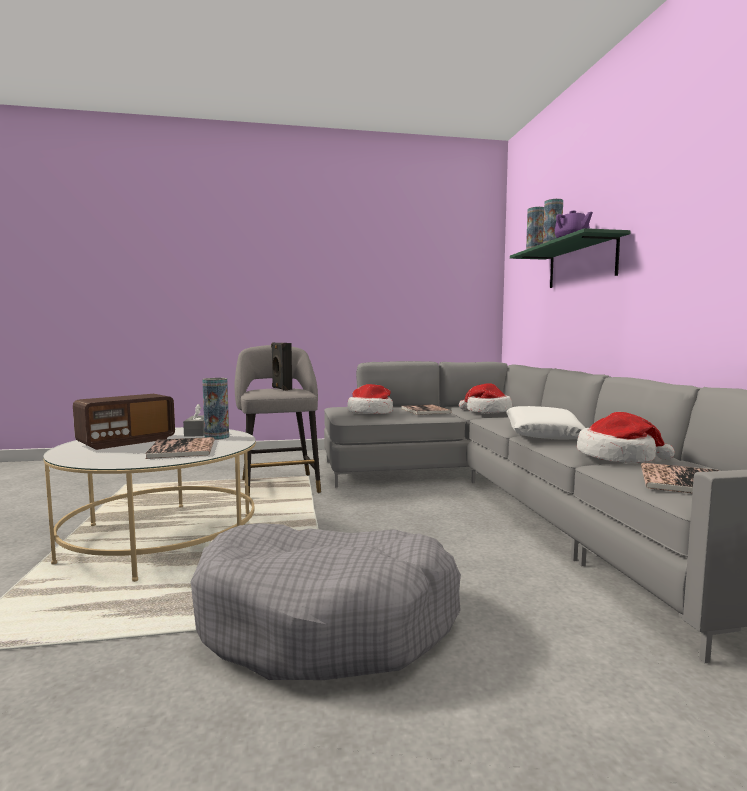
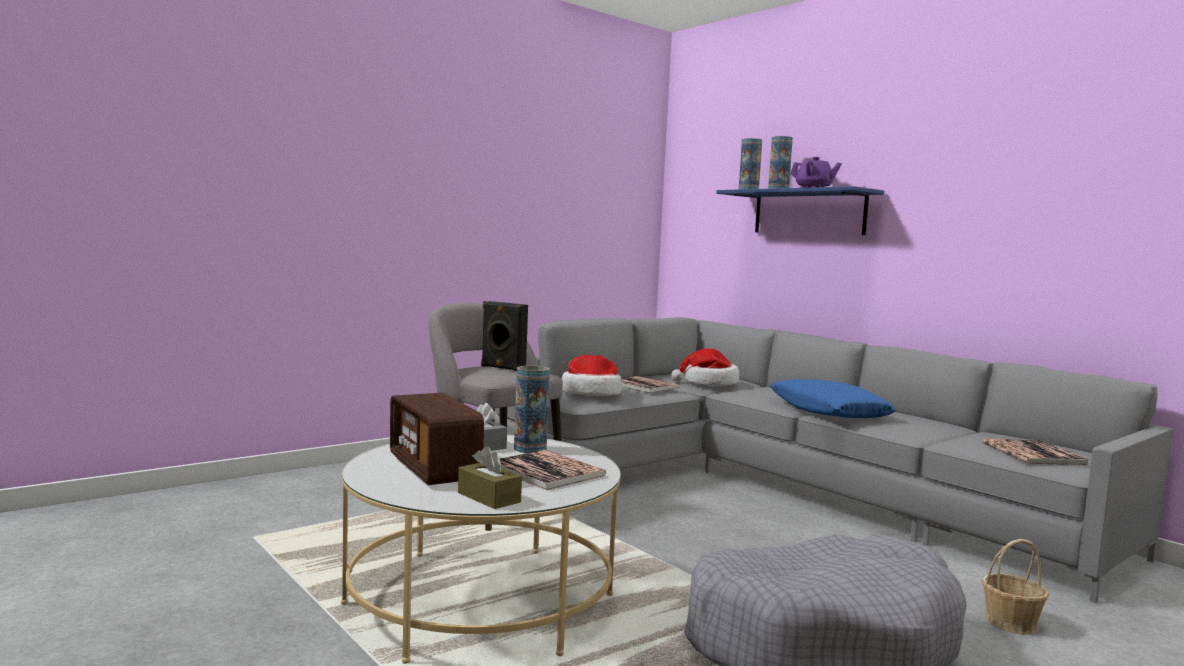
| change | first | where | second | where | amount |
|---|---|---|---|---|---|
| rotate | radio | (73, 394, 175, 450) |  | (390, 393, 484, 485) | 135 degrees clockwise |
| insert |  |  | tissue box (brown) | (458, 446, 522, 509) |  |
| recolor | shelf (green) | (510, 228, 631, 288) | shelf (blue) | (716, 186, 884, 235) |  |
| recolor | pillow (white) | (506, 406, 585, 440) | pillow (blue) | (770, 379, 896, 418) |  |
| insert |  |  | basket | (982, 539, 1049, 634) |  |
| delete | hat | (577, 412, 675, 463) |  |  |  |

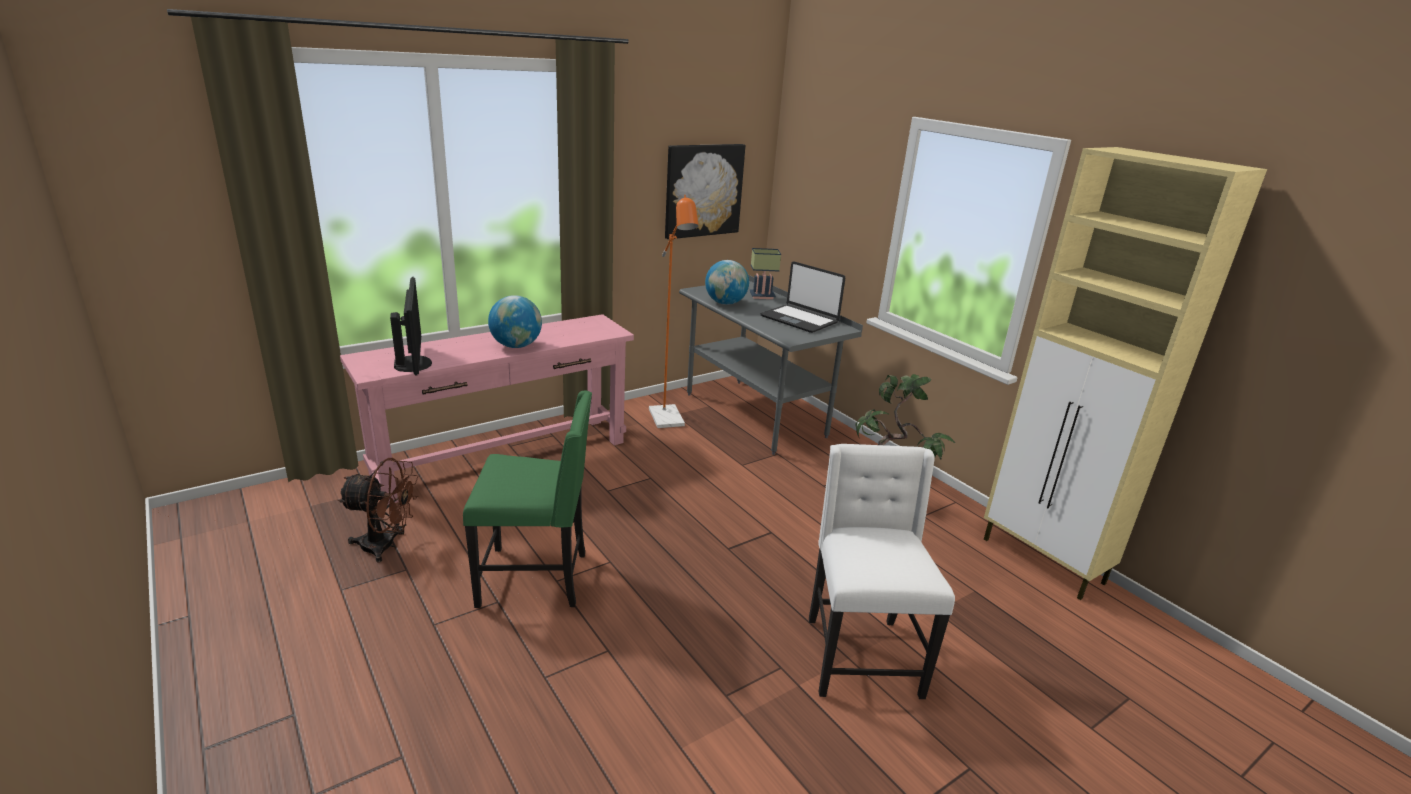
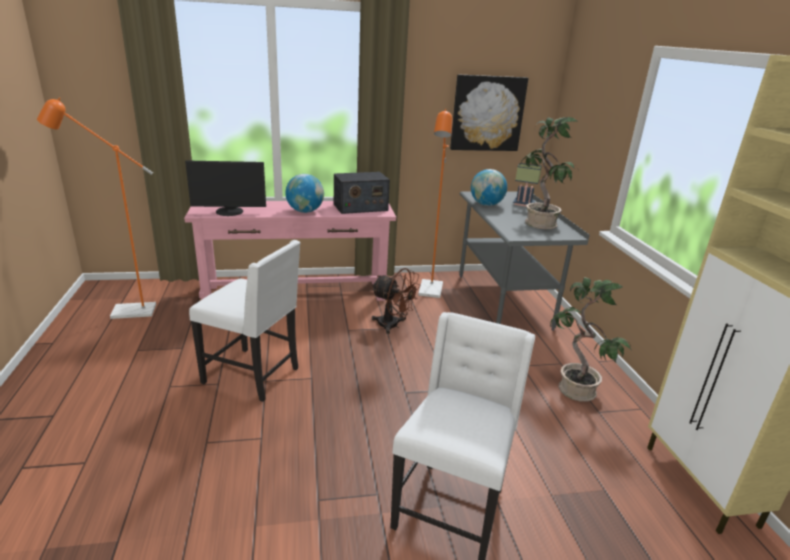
| change | first | where | second | where | amount |
|---|---|---|---|---|---|
| insert |  |  | floor lamp (orange) | (37, 98, 156, 319) |  |
| rotate | monitor | (390, 277, 432, 376) |  | (185, 160, 266, 216) | 75 degrees clockwise |
| recolor | chair (green) | (463, 391, 592, 608) | chair (white) | (189, 240, 301, 402) |  |
| insert |  |  | radio | (334, 172, 390, 214) |  |
| move | fan (brown) | (338, 458, 419, 563) |  | (372, 268, 420, 334) |  |
| replace | laptop | (761, 261, 845, 333) | potted plant | (520, 117, 579, 229) |  |

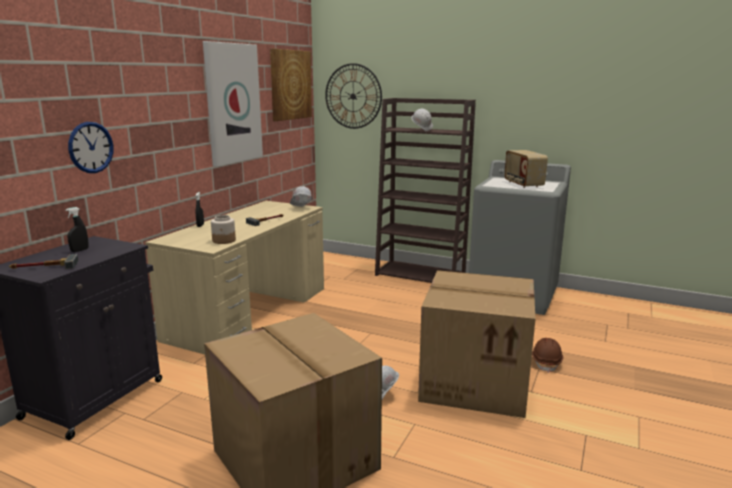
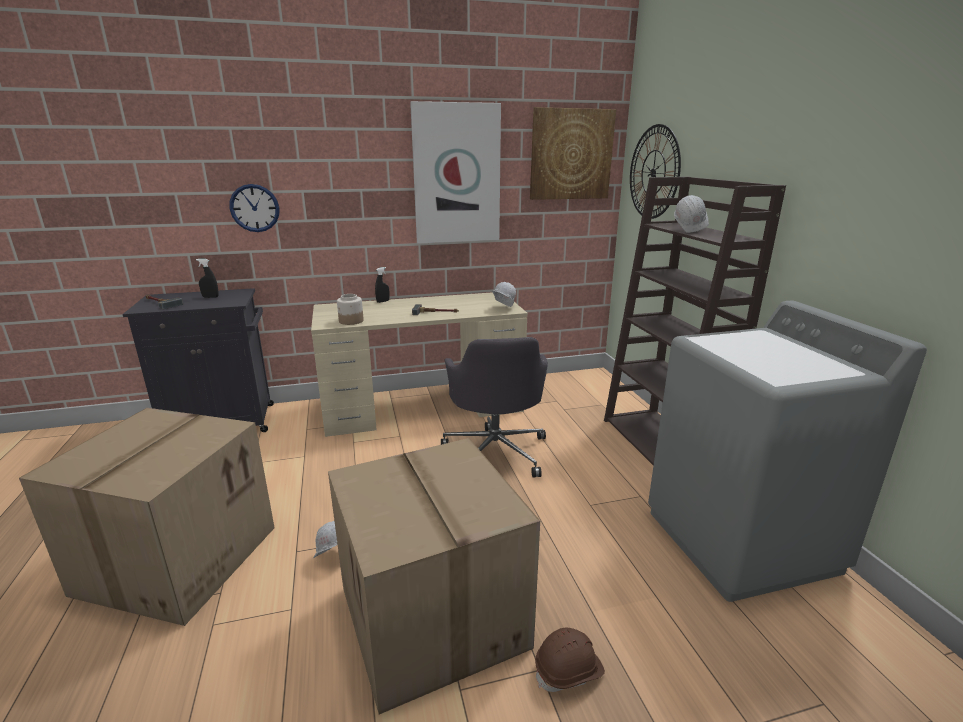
| change | first | where | second | where | amount |
|---|---|---|---|---|---|
| insert |  |  | office chair (grey) | (441, 337, 548, 478) |  |
| delete | radio | (505, 150, 548, 188) |  |  |  |

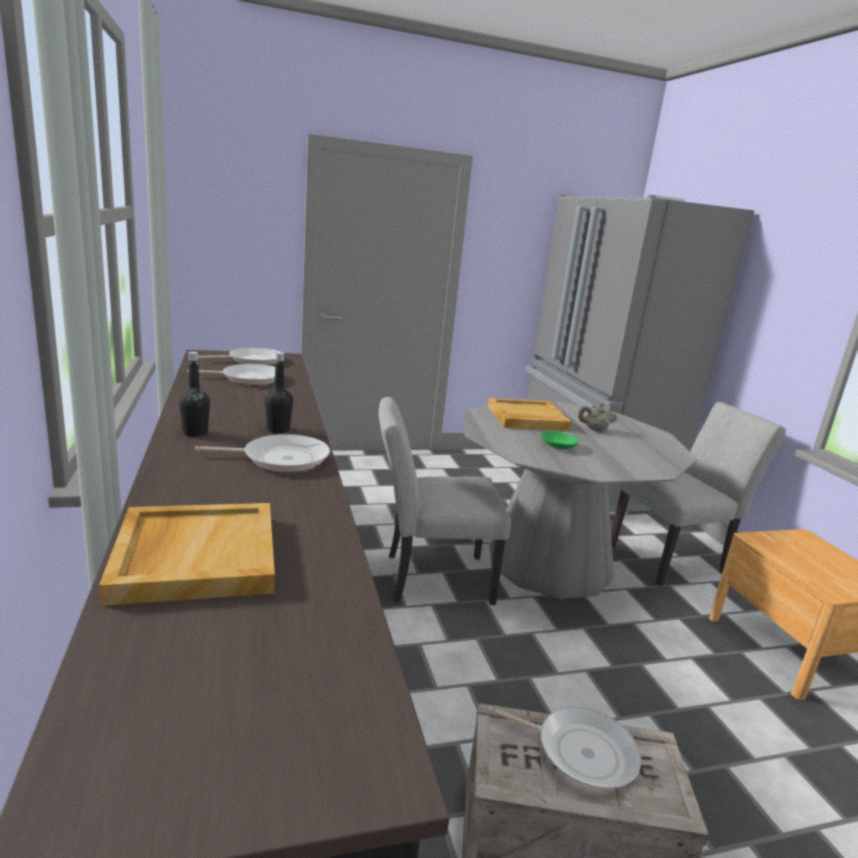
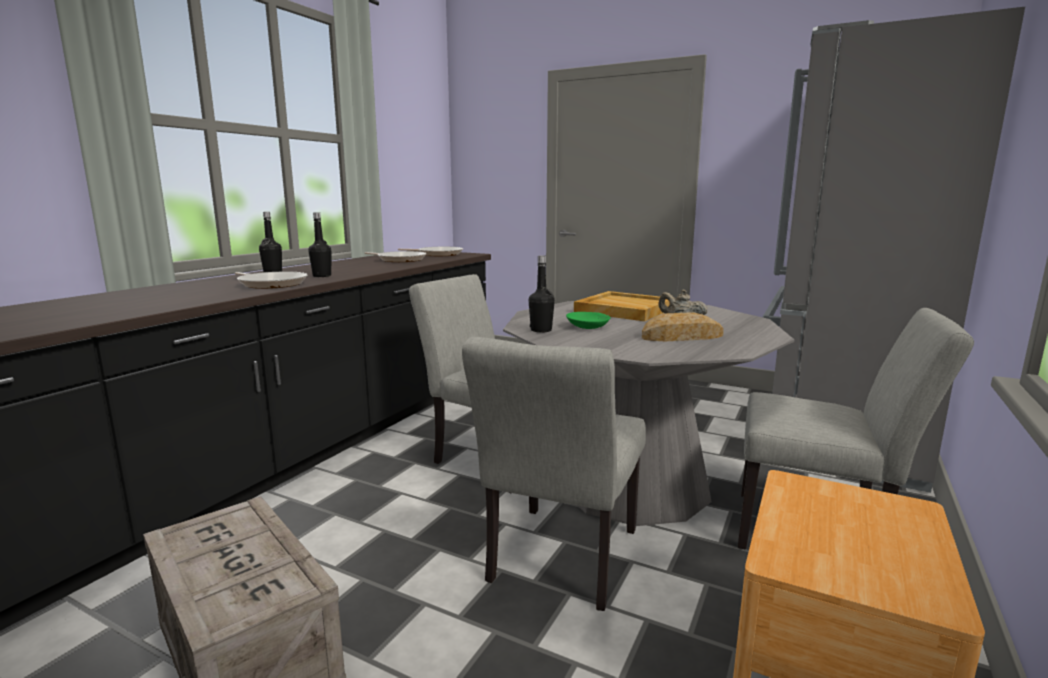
| change | first | where | second | where | amount |
|---|---|---|---|---|---|
| insert |  |  | chair (grey) | (462, 337, 646, 611) |  |
| insert |  |  | bottle (black) | (529, 255, 555, 333) |  |
| insert |  |  | bread | (642, 312, 724, 341) |  |
| delete | tray (beige) | (99, 503, 275, 606) |  |  |  |
| delete | frying pan | (489, 707, 641, 789) |  |  |  |

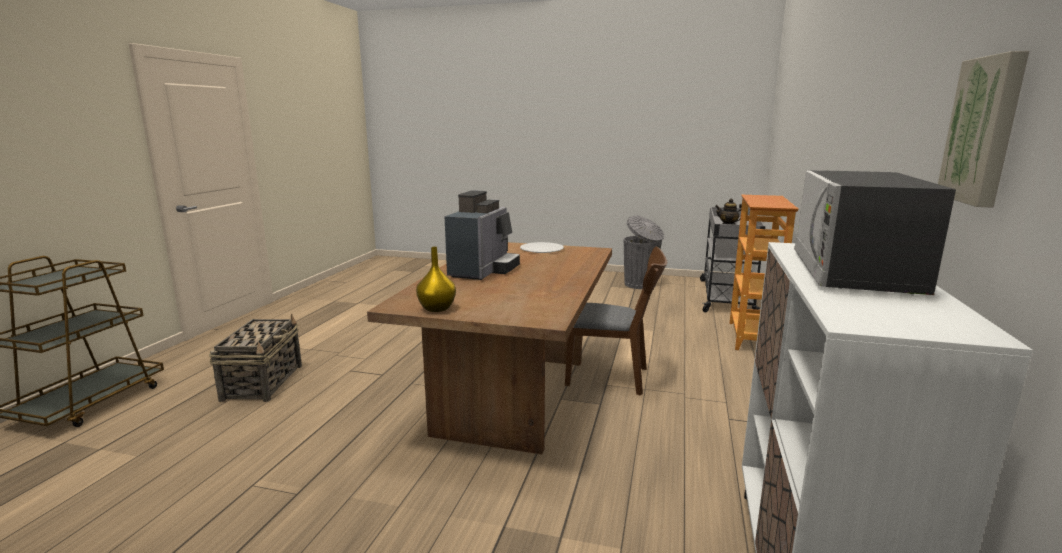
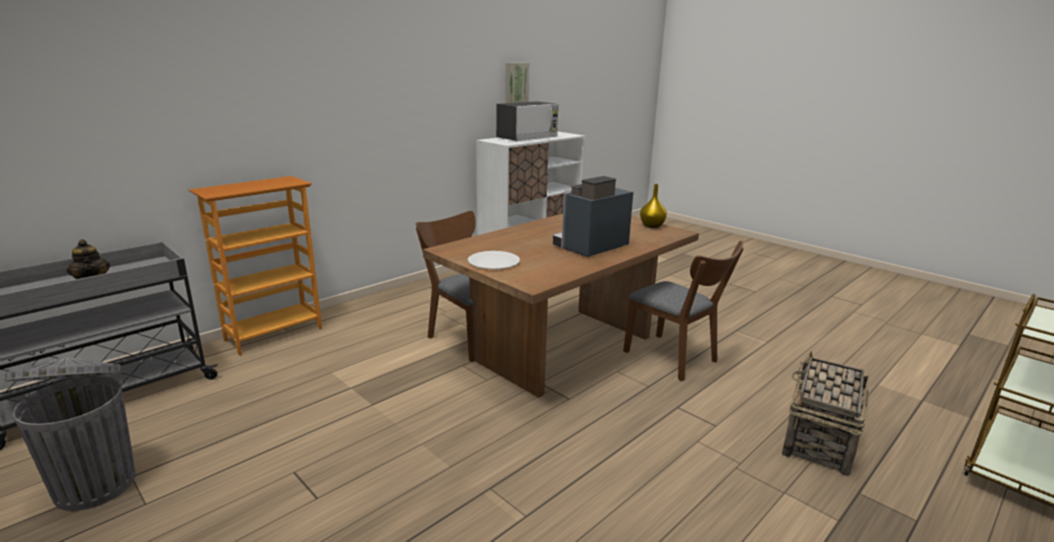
| change | first | where | second | where | amount |
|---|---|---|---|---|---|
| insert |  |  | chair (brown) | (623, 241, 744, 381) |  |

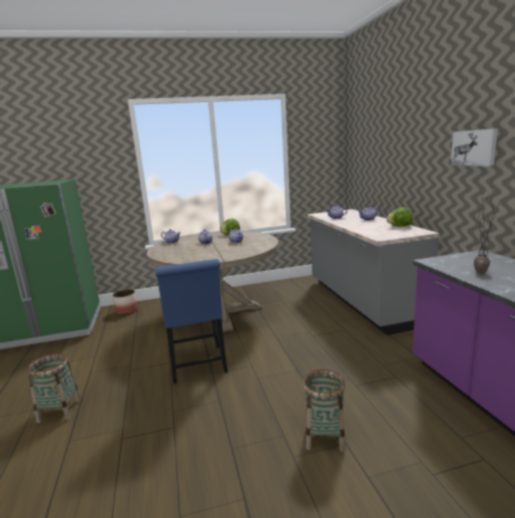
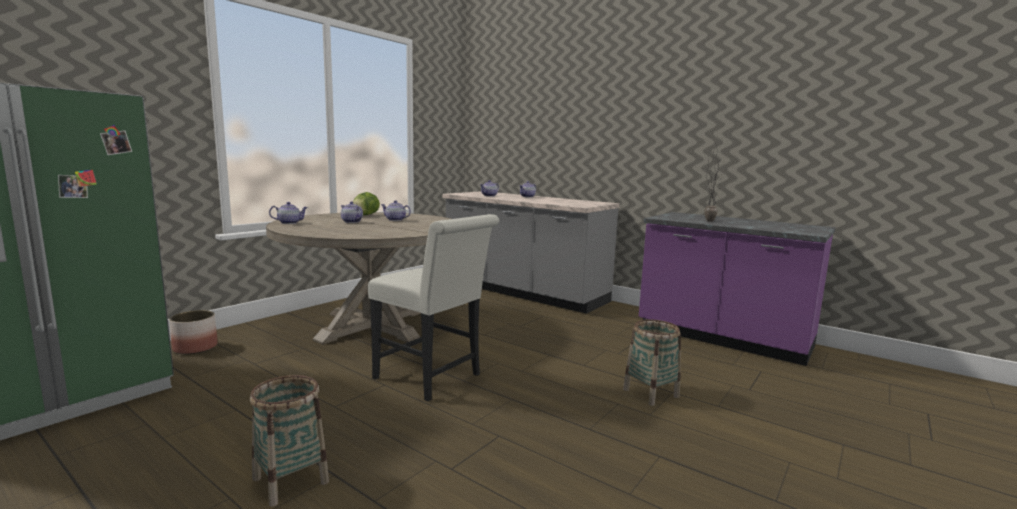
| change | first | where | second | where | amount |
|---|---|---|---|---|---|
| recolor | chair (blue) | (155, 259, 228, 384) | chair (white) | (368, 214, 499, 401) |  |
| delete | lettuce | (387, 207, 413, 227) |  |  |  |
| delete | picture | (451, 128, 498, 167) |  |  |  |

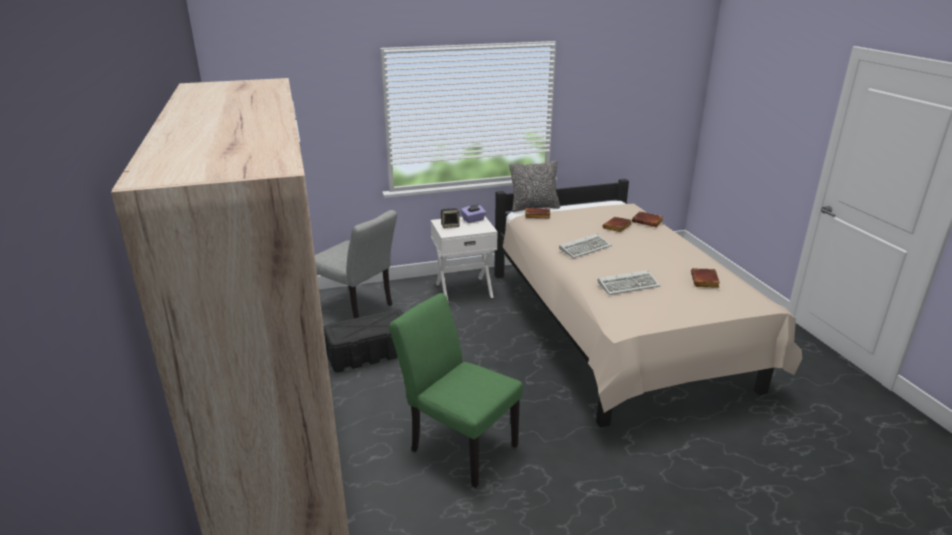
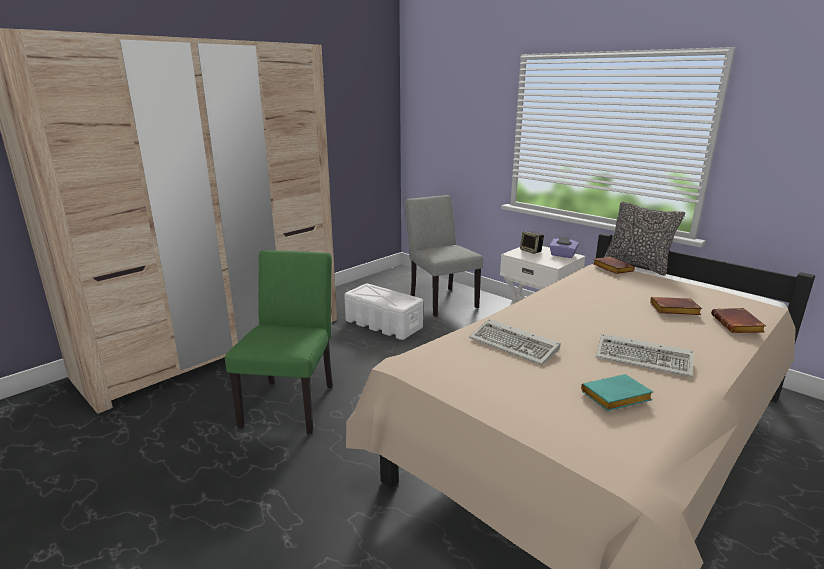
| change | first | where | second | where | amount |
|---|---|---|---|---|---|
| recolor | storage box (black) | (323, 309, 403, 372) | storage box (white) | (344, 284, 423, 340) |  |
| rotate | chair (grey) | (315, 210, 397, 318) |  | (404, 195, 483, 317) | 150 degrees clockwise |
| recolor | book (brown) | (691, 268, 720, 288) | book (turquoise) | (581, 374, 653, 411) |  |
| move | keyboard | (559, 234, 612, 258) |  | (596, 334, 694, 377) |  |

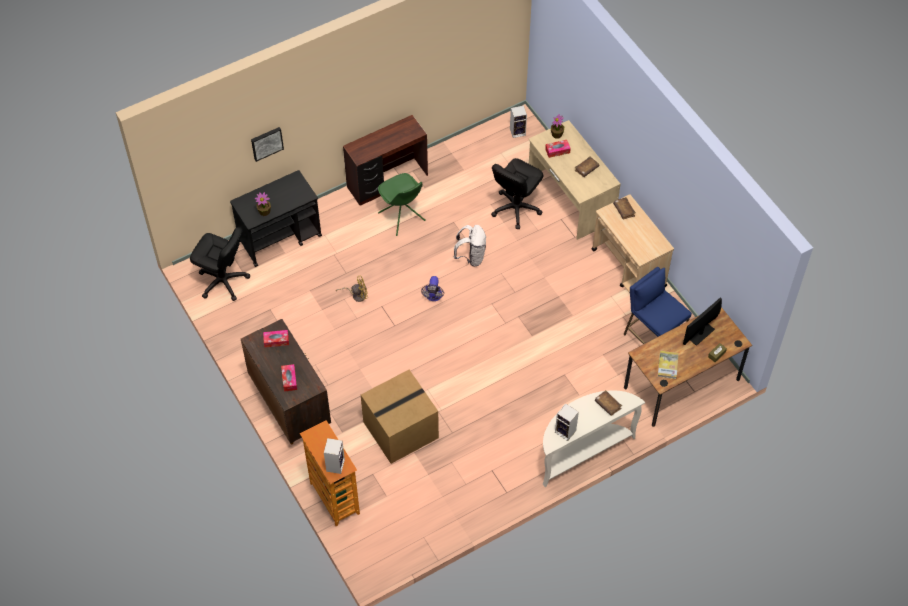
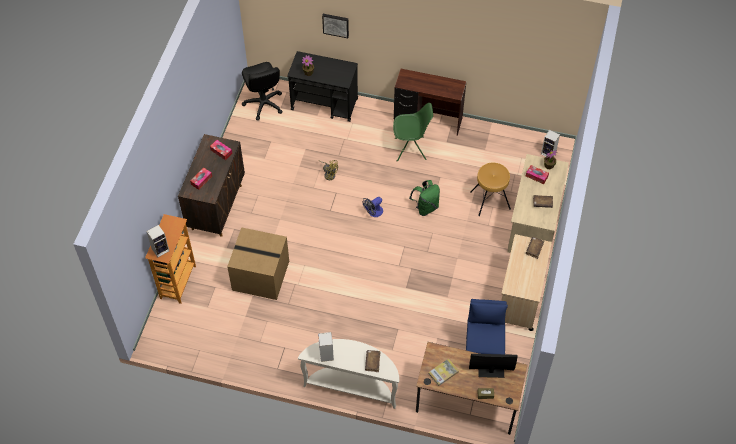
| change | first | where | second | where | amount |
|---|---|---|---|---|---|
| rotate | chair (green) | (378, 173, 426, 236) |  | (393, 103, 433, 162) | 105 degrees counterclockwise |
| recolor | backpack (white) | (454, 225, 486, 267) | backpack (green) | (409, 180, 440, 216) |  |
| replace | office chair (black) | (491, 158, 543, 229) | stool (brown) | (470, 163, 511, 216) |  |

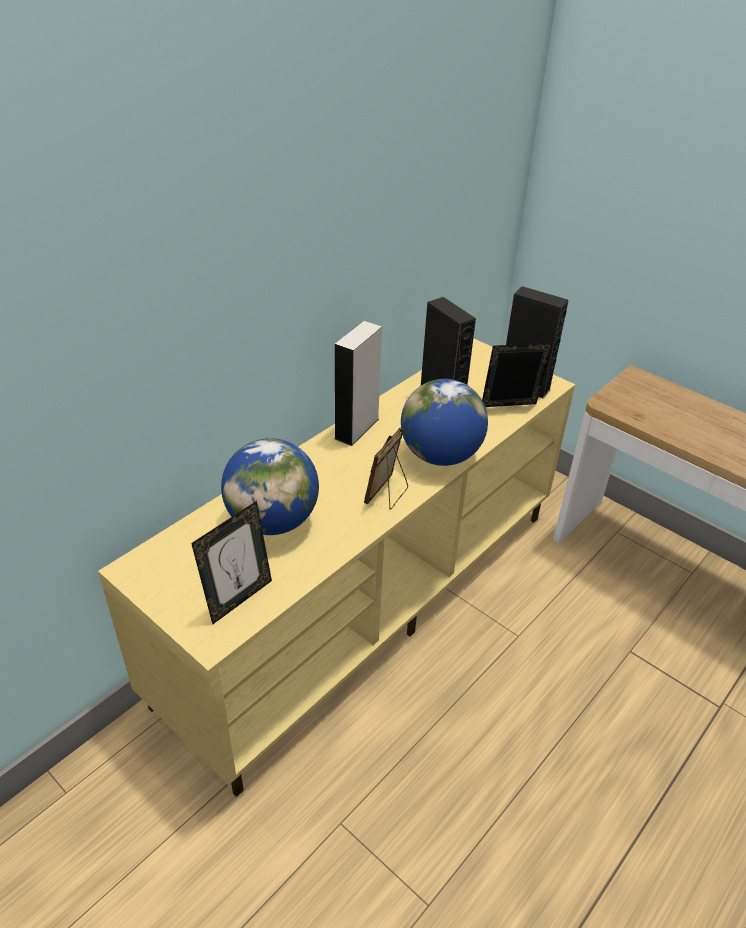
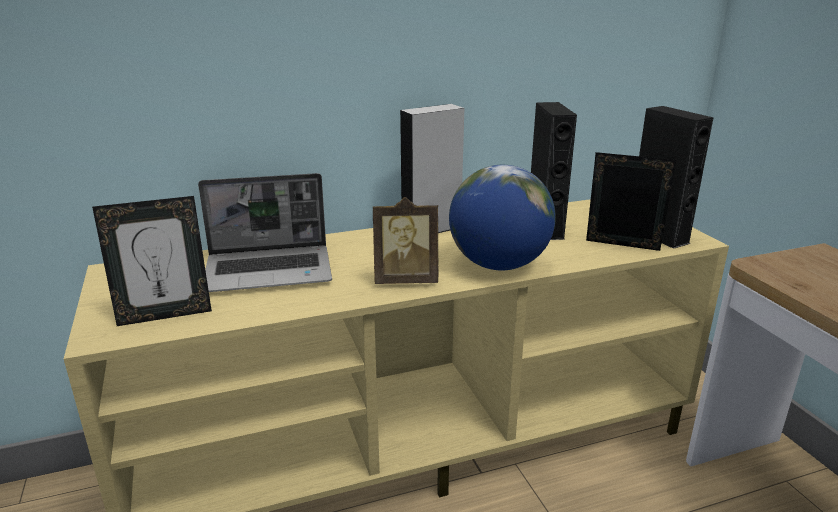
| change | first | where | second | where | amount |
|---|---|---|---|---|---|
| replace | globe | (221, 438, 319, 535) | laptop | (198, 173, 332, 292) |  |
| rotate | picture frame | (364, 427, 408, 510) |  | (373, 197, 439, 284) | 150 degrees counterclockwise |

